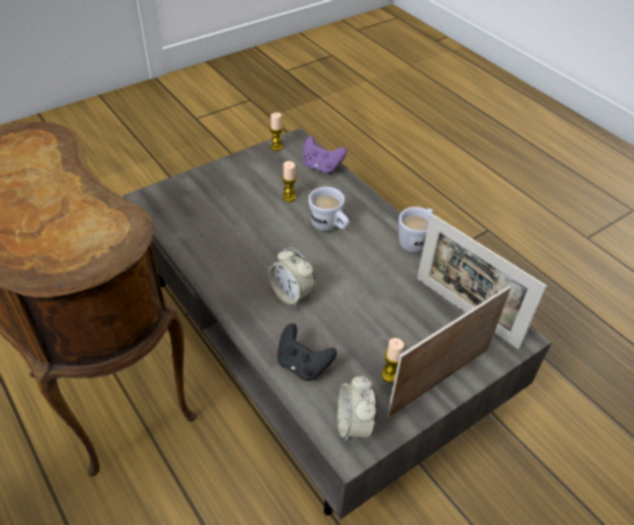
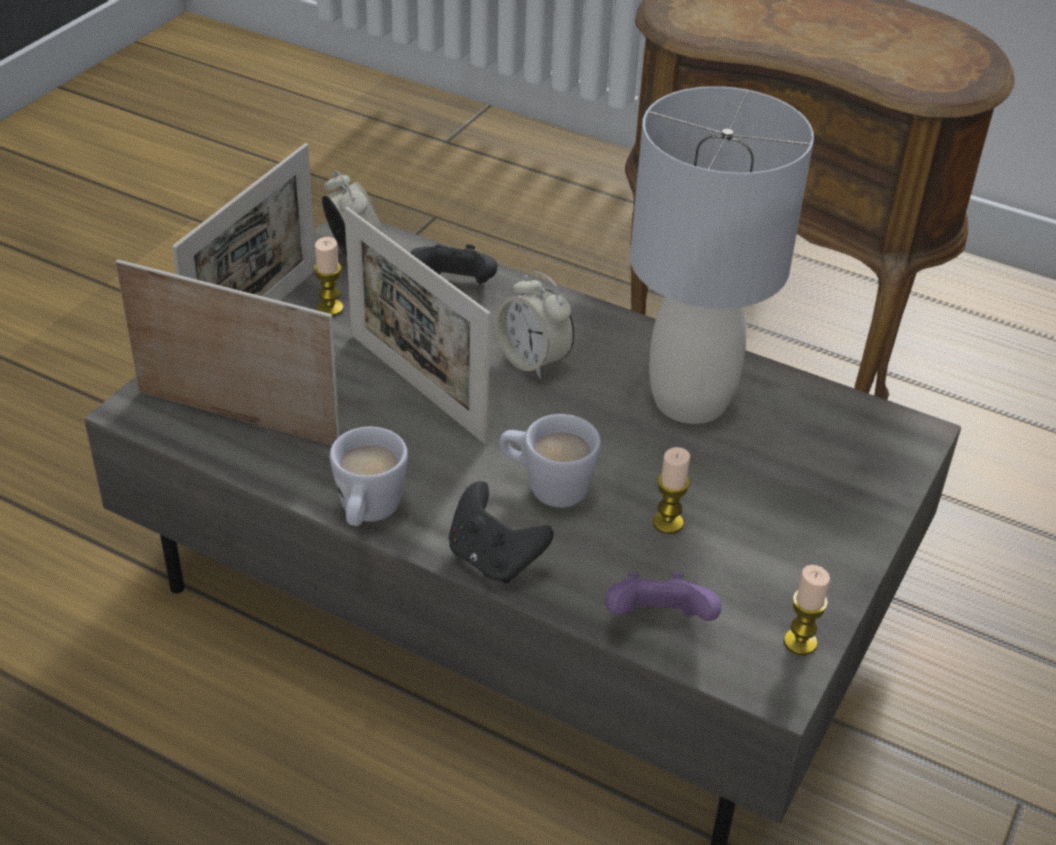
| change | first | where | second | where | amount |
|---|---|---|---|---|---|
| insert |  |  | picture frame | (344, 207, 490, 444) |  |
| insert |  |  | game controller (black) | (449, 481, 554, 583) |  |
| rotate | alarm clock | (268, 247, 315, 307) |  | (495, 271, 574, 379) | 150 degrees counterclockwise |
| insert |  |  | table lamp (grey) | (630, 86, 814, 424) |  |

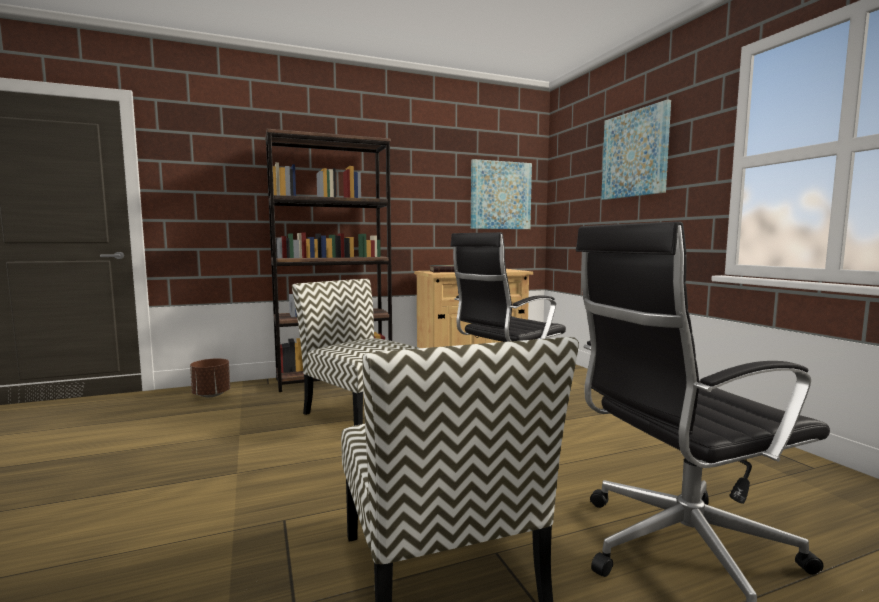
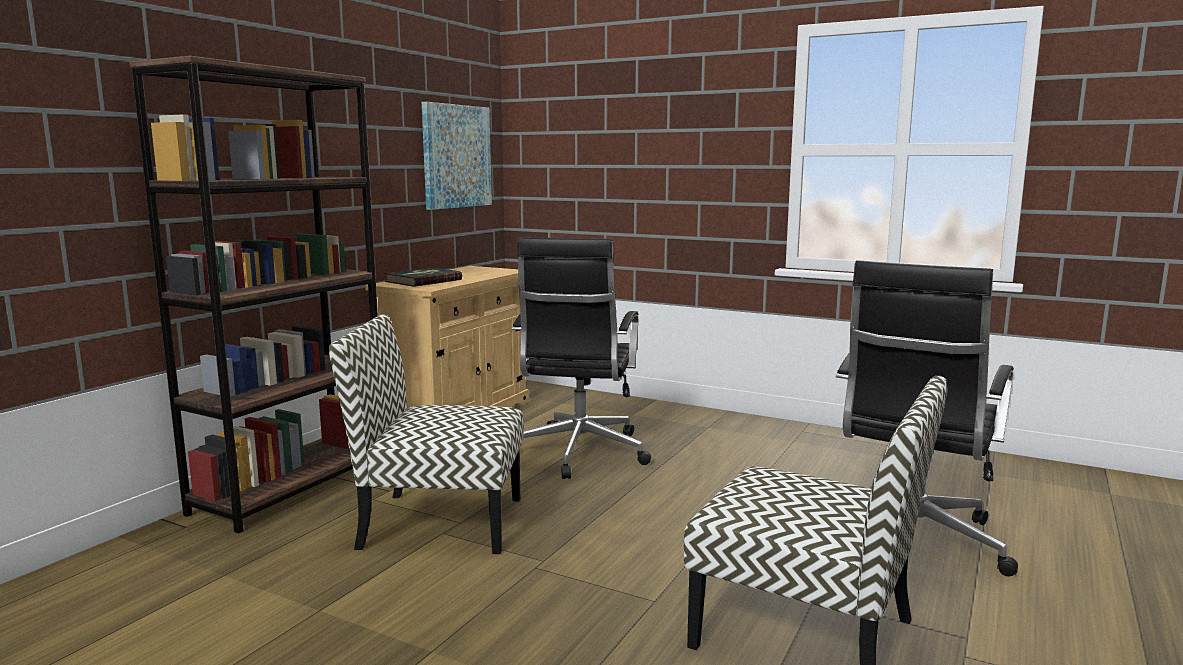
| change | first | where | second | where | amount |
|---|---|---|---|---|---|
| delete | planter (brown) | (190, 358, 230, 397) |  |  |  |
| delete | picture | (601, 99, 671, 200) |  |  |  |

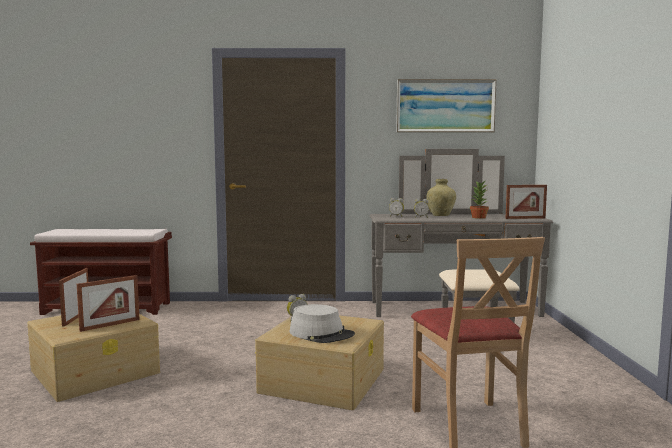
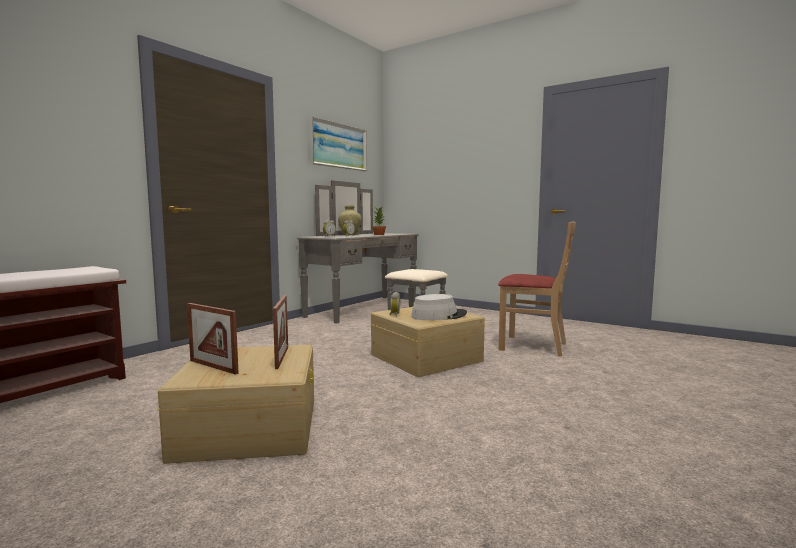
| change | first | where | second | where | amount |
|---|---|---|---|---|---|
| delete | picture frame | (506, 185, 547, 219) |  |  |  |

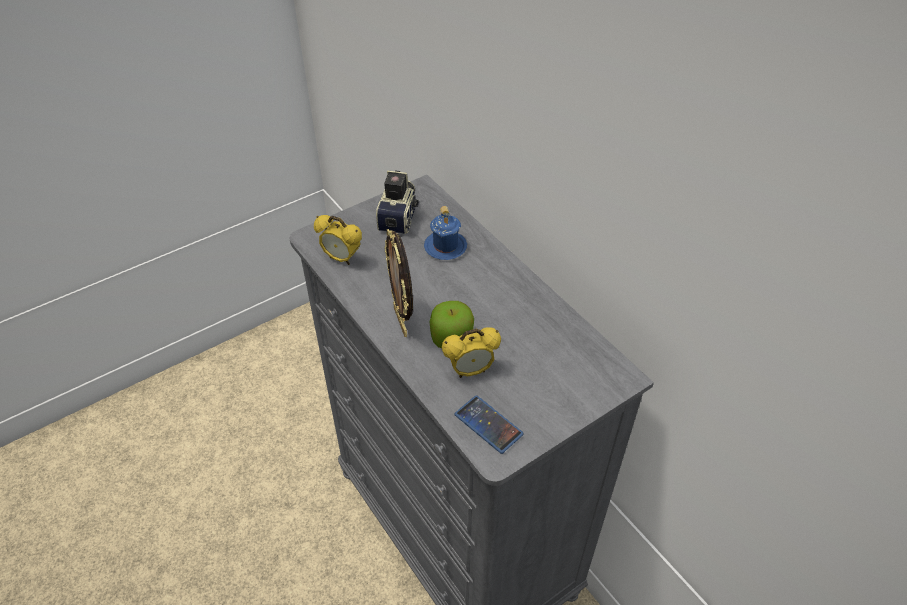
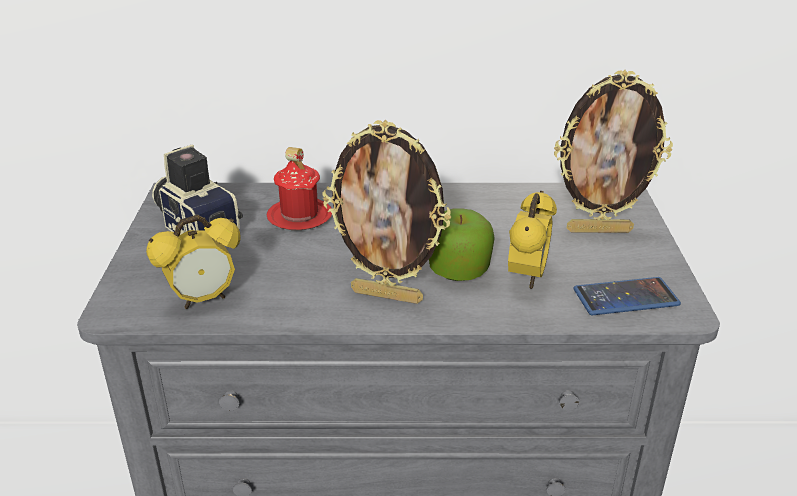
| change | first | where | second | where | amount |
|---|---|---|---|---|---|
| recolor | mug (blue) | (424, 206, 467, 260) | mug (red) | (266, 147, 332, 230) |  |
| insert |  |  | picture frame | (554, 70, 673, 233) |  |

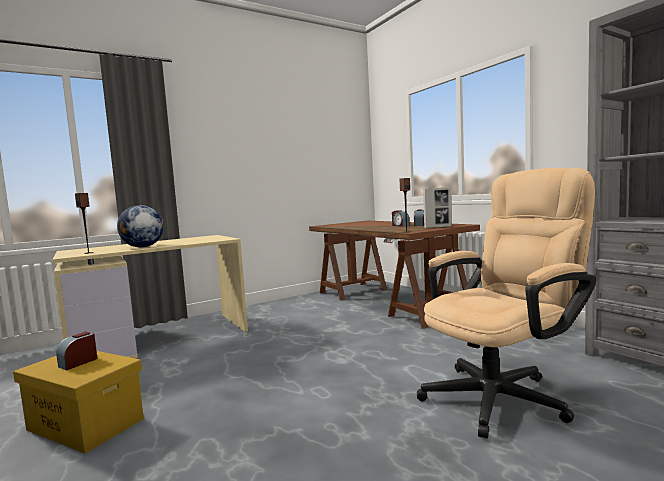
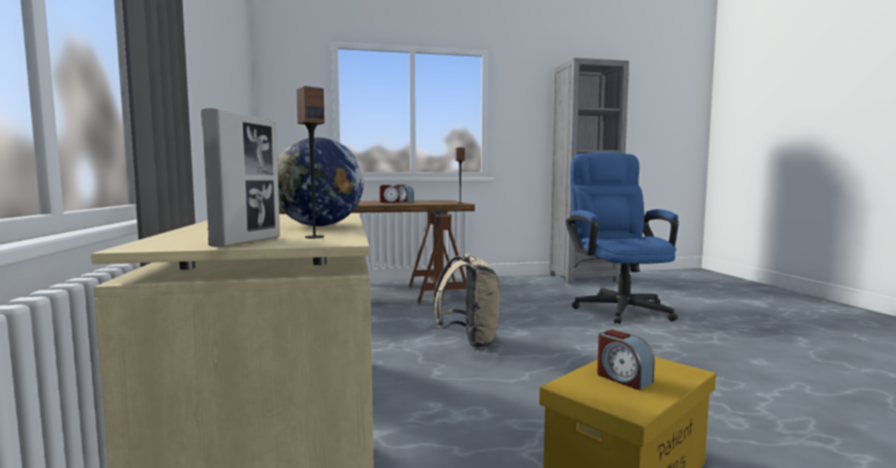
| change | first | where | second | where | amount |
|---|---|---|---|---|---|
| move | picture frame | (423, 187, 452, 228) |  | (201, 108, 280, 247) |  |
| insert |  |  | backpack (beige) | (434, 253, 500, 348) |  |
| recolor | office chair (beige) | (417, 168, 597, 439) | office chair (blue) | (566, 152, 679, 324) |  |

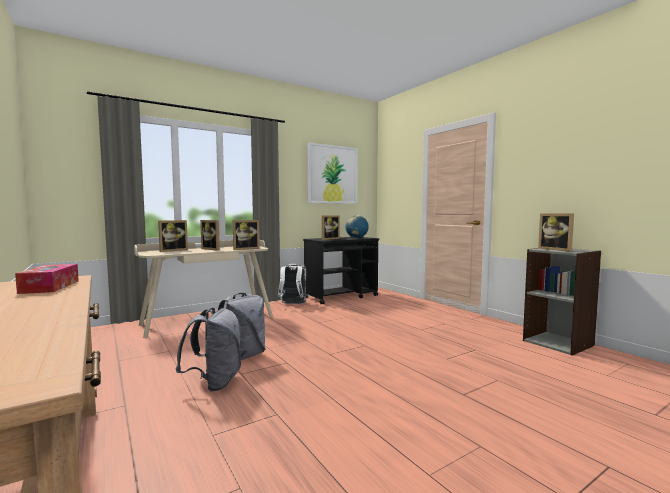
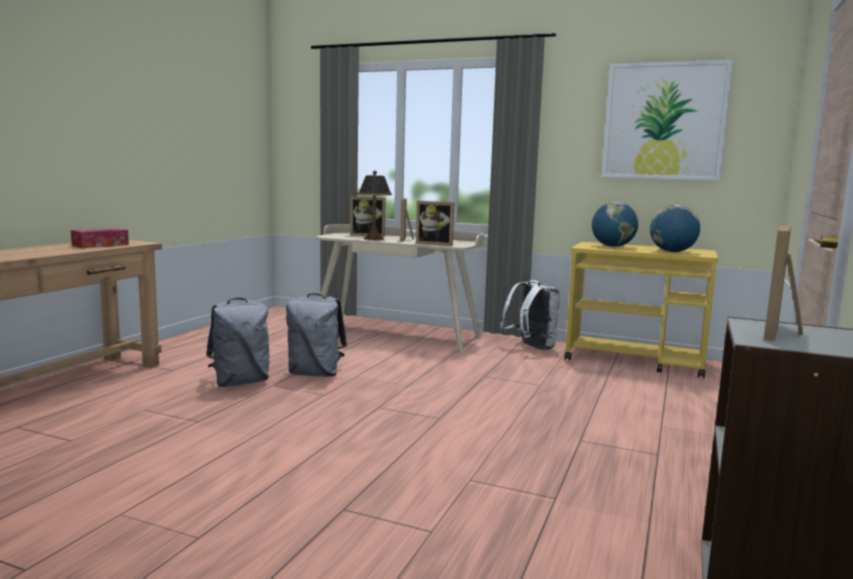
| change | first | where | second | where | amount |
|---|---|---|---|---|---|
| insert |  |  | table lamp | (357, 171, 392, 240) |  |
| recolor | cart (black) | (303, 237, 379, 304) | cart (yellow) | (564, 242, 718, 378) |  |
| replace | picture frame | (322, 215, 340, 240) | globe | (592, 202, 638, 247) |  |

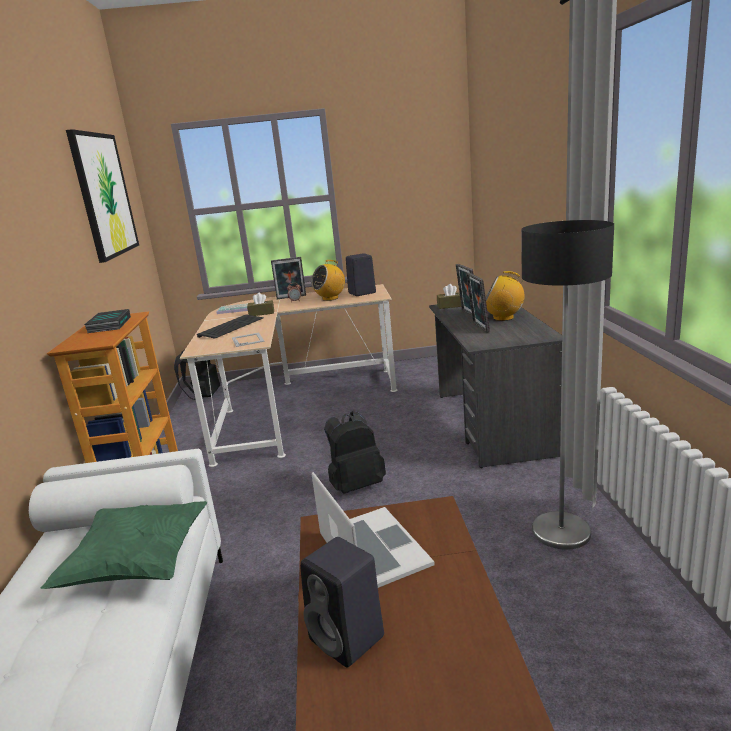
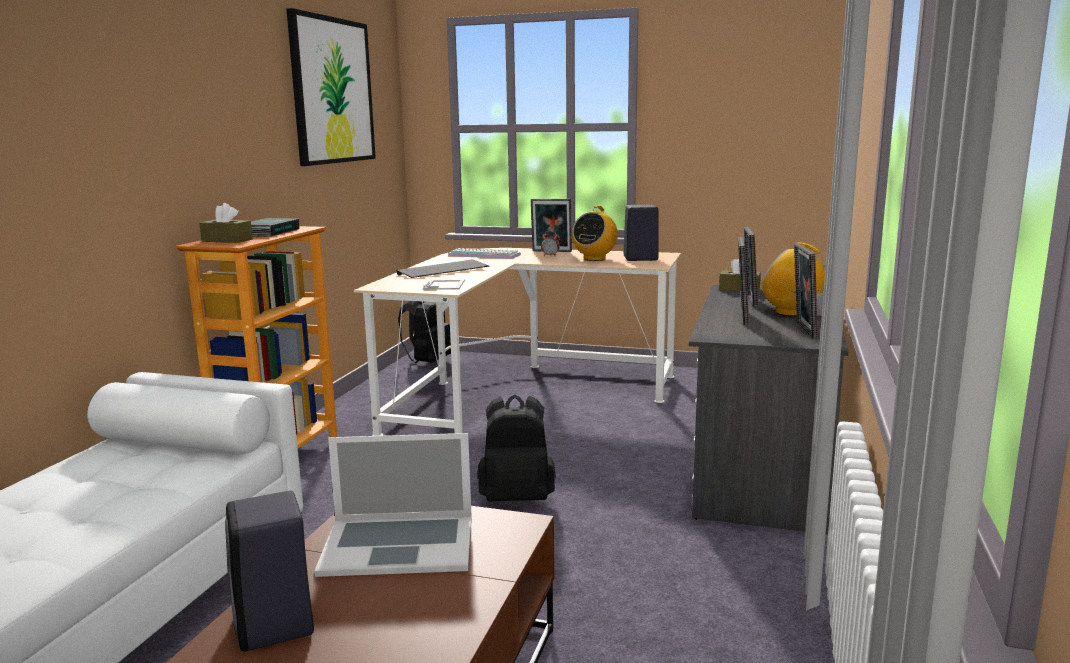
| change | first | where | second | where | amount |
|---|---|---|---|---|---|
| move | tissue box (brown) | (247, 293, 274, 316) |  | (199, 203, 253, 243) |  |
| rotate | laptop | (312, 472, 435, 588) |  | (314, 433, 472, 577) | 90 degrees clockwise |
| rotate | radio | (311, 260, 345, 301) |  | (572, 206, 618, 261) | 45 degrees counterclockwise |
| insert |  |  | picture frame | (794, 244, 818, 338) |  |
| delete | pillow (green) | (41, 501, 207, 589) |  |  |  |
| delete | floor lamp | (521, 220, 614, 550) |  |  |  |

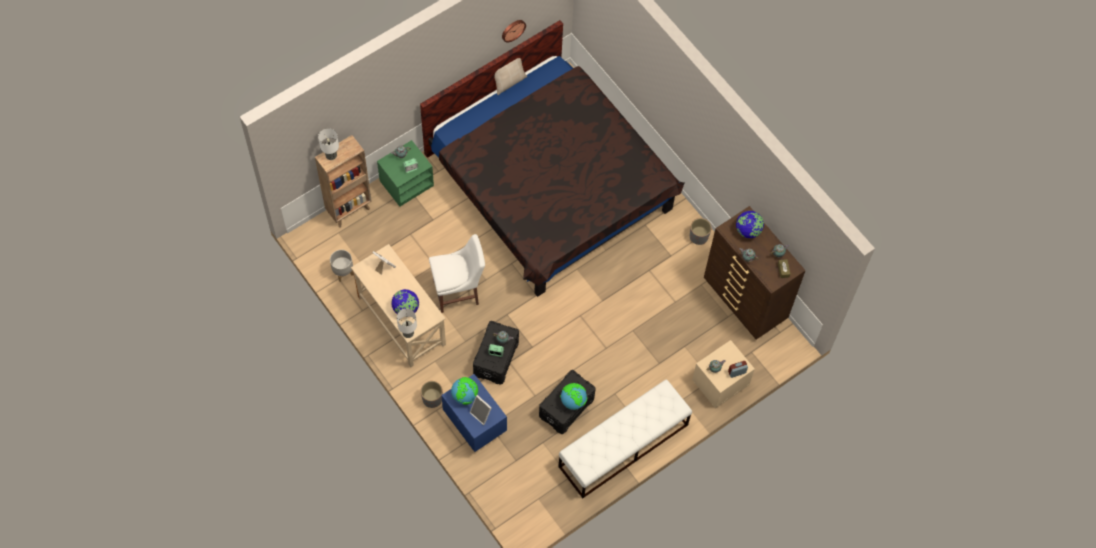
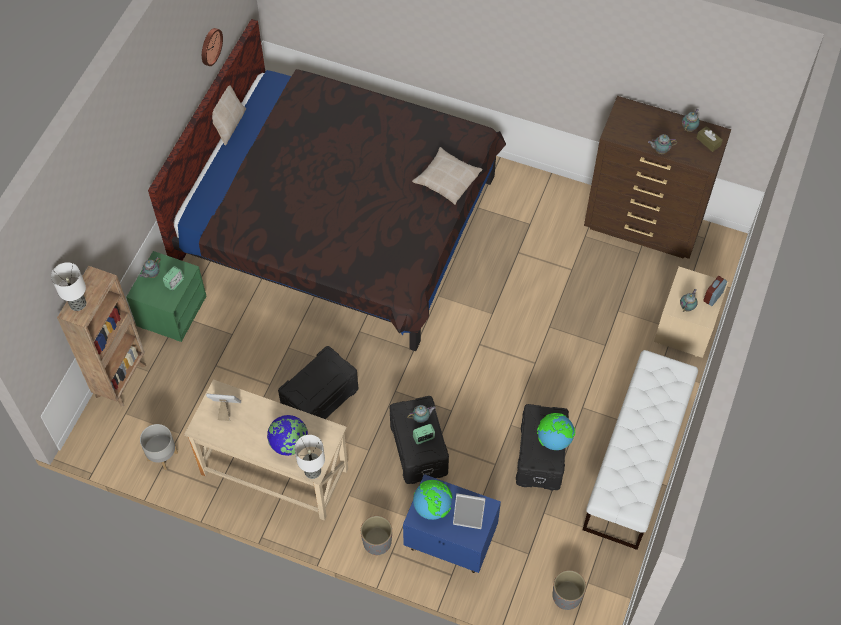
| change | first | where | second | where | amount |
|---|---|---|---|---|---|
| replace | chair (white) | (429, 234, 485, 313) | storage box (black) | (278, 346, 358, 419) |  |
| insert |  |  | pillow (beige) | (412, 147, 482, 205) |  |
| move | planter (grey) | (690, 218, 712, 245) |  | (552, 570, 586, 610) |  |
| delete | globe | (736, 211, 764, 238) |  |  |  |

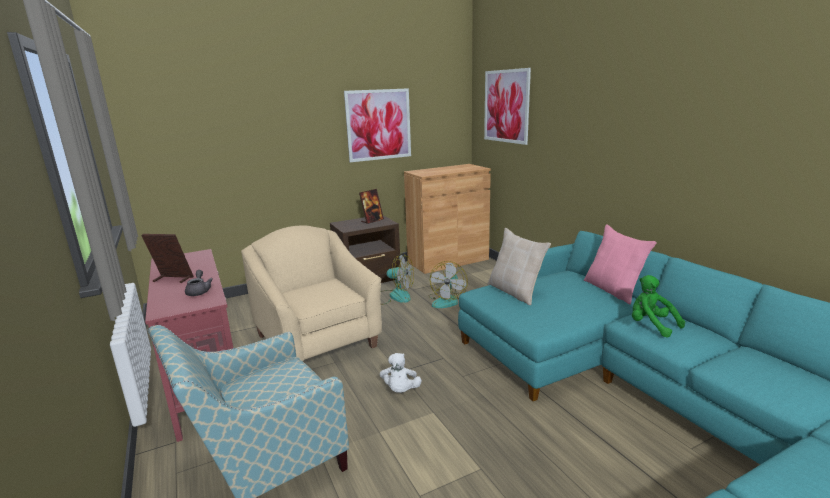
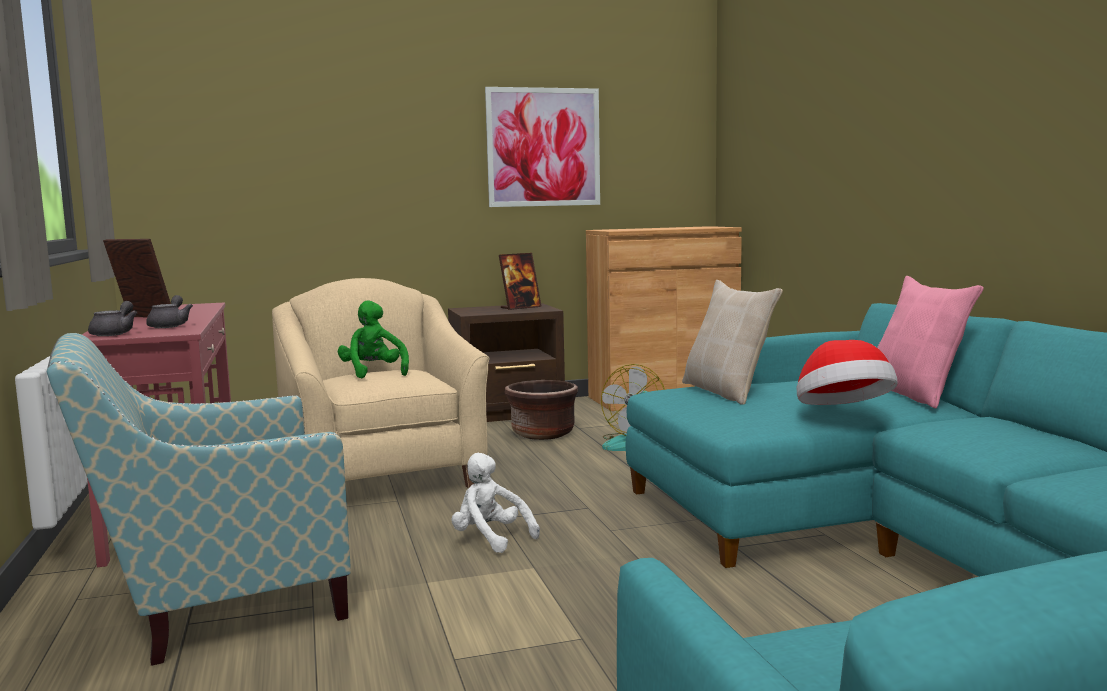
| change | first | where | second | where | amount |
|---|---|---|---|---|---|
| insert |  |  | teapot (grey) | (88, 301, 138, 336) |  |
| move | plush toy (green) | (632, 275, 685, 338) |  | (338, 300, 409, 378) |  |
| rotate | plush toy (white) | (380, 353, 422, 393) |  | (452, 453, 540, 553) | 120 degrees clockwise |
| replace | fan | (381, 254, 414, 305) | planter (brown) | (505, 380, 578, 440) |  |
| insert |  |  | hat | (797, 340, 898, 405) |  |
| delete | picture | (484, 68, 531, 145) |  |  |  |

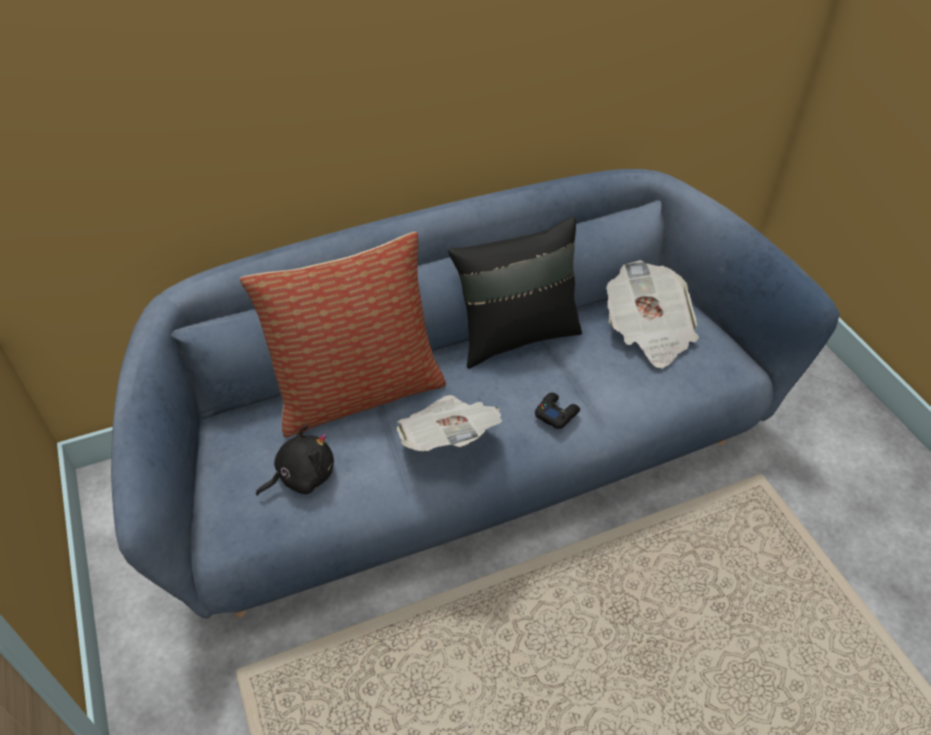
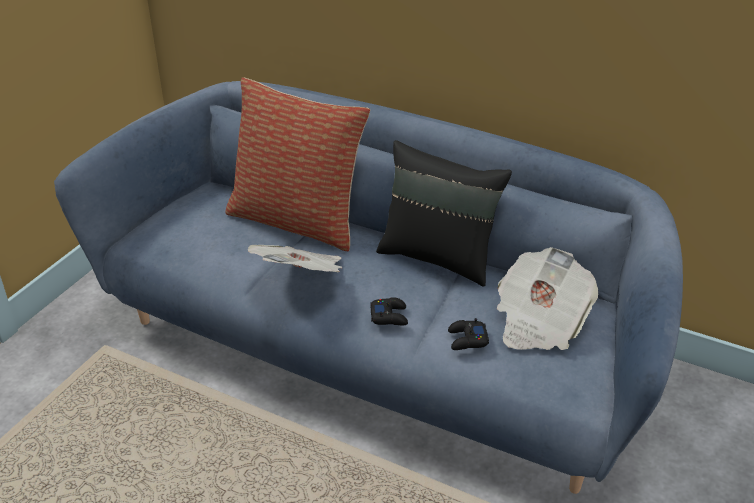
| change | first | where | second | where | amount |
|---|---|---|---|---|---|
| insert |  |  | game controller (black) | (448, 318, 489, 350) |  |
| delete | plush toy (black) | (256, 424, 334, 496) |  |  |  |

